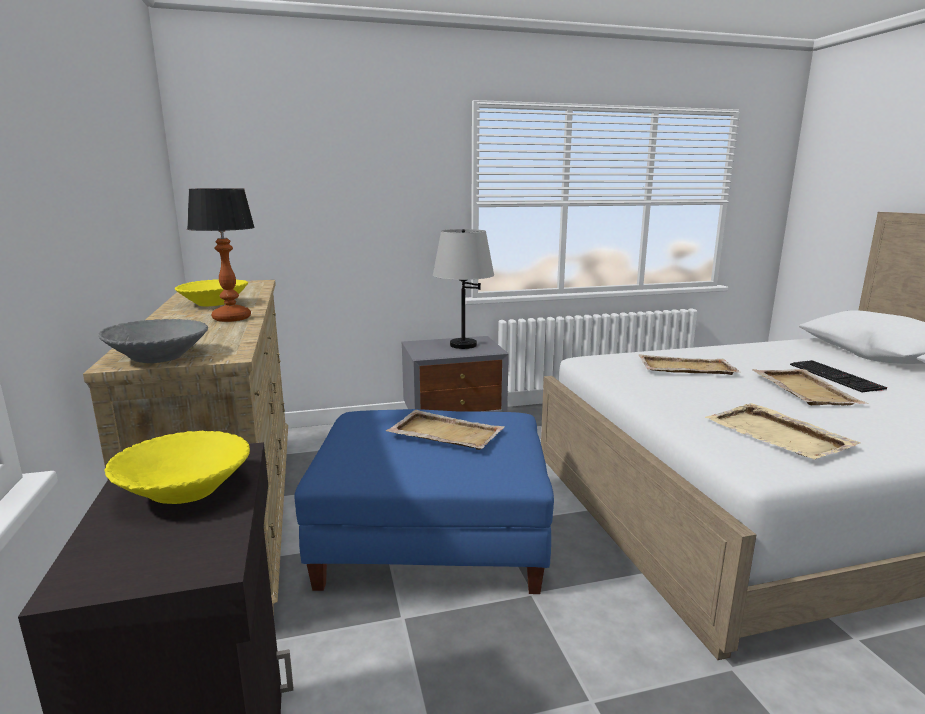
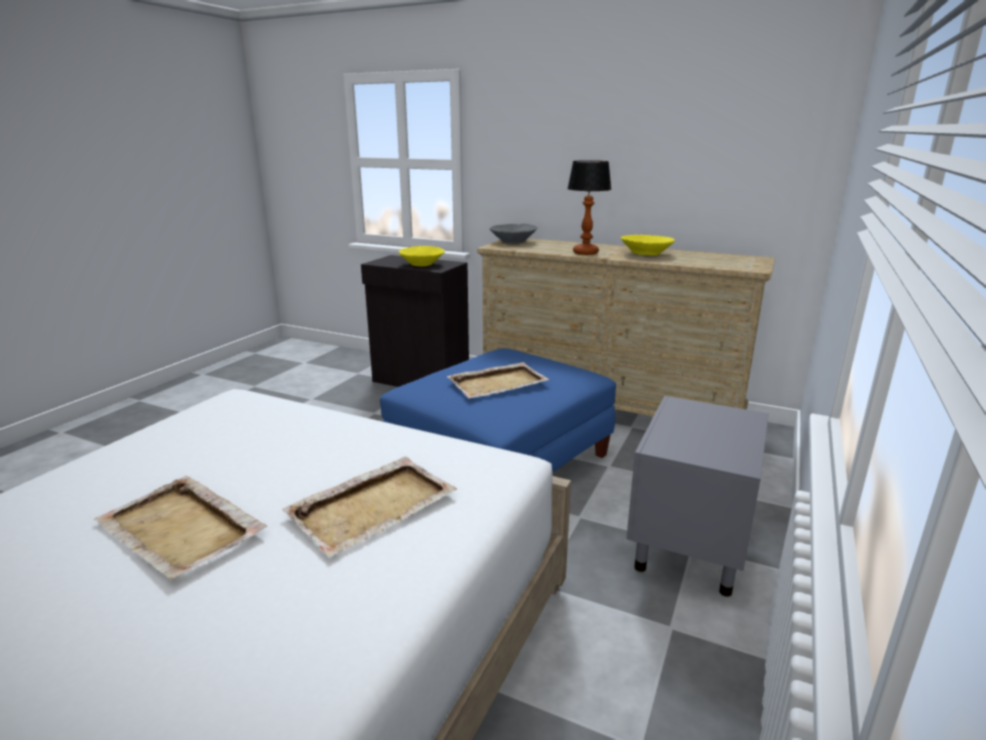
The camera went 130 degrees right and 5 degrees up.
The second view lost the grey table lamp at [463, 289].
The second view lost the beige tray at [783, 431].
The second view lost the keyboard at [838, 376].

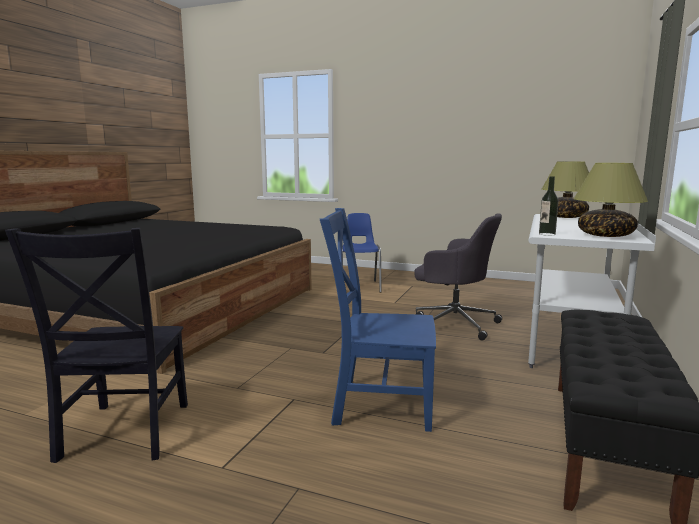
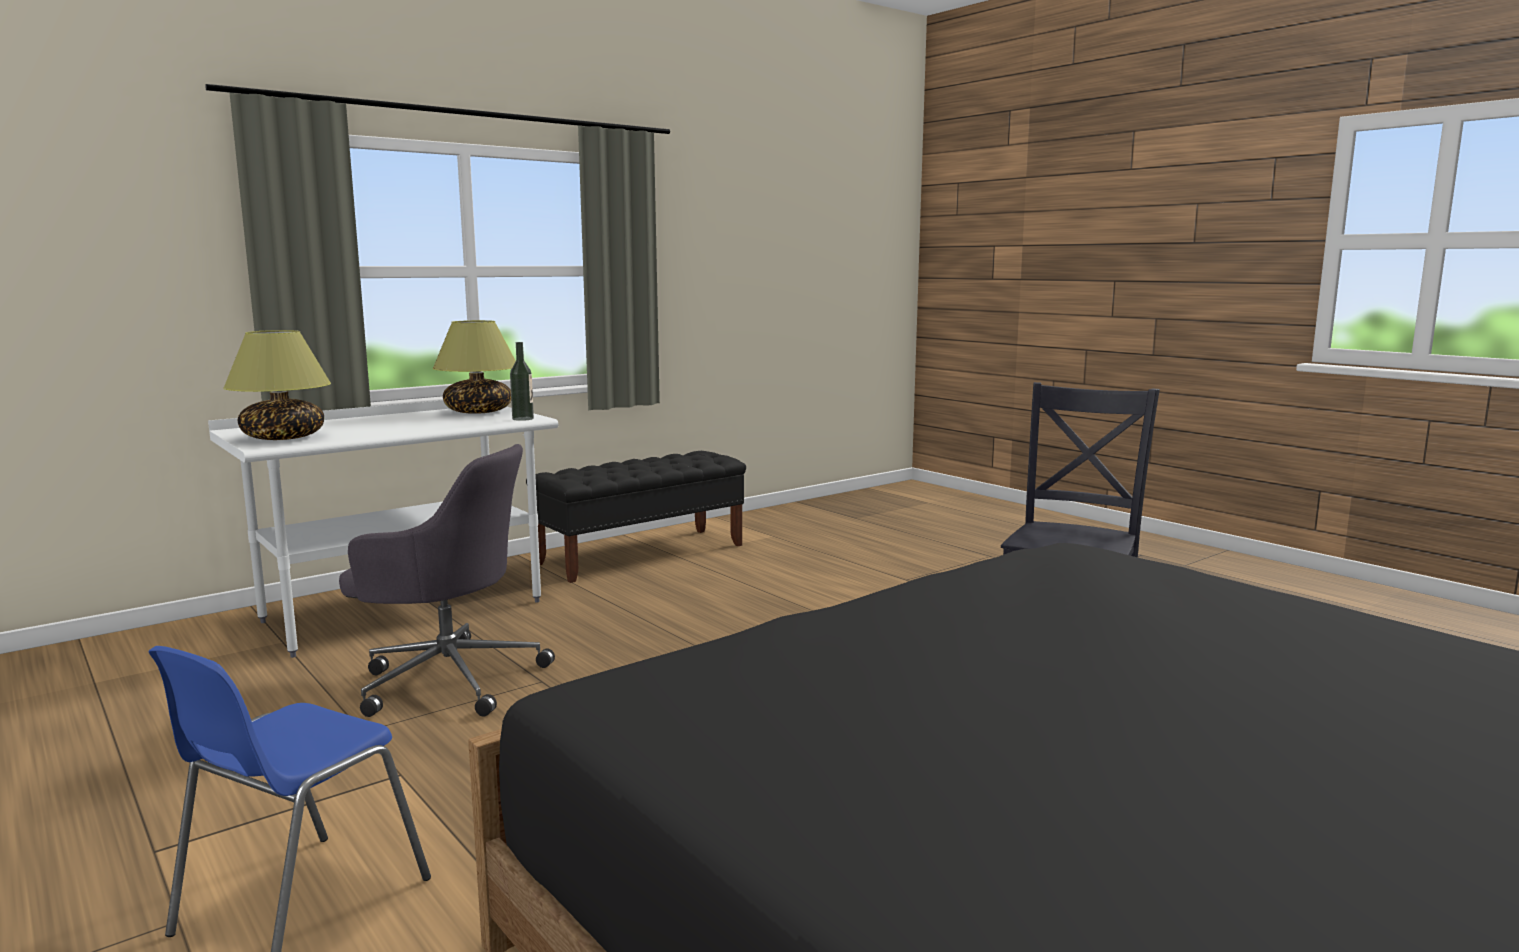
The camera went 150 degrees left and 0 degrees up.
The second view lost the blue chair at [378, 320].
The grey office chair at [458, 277] ended up facing another way, 135 degrees clockwise from before.

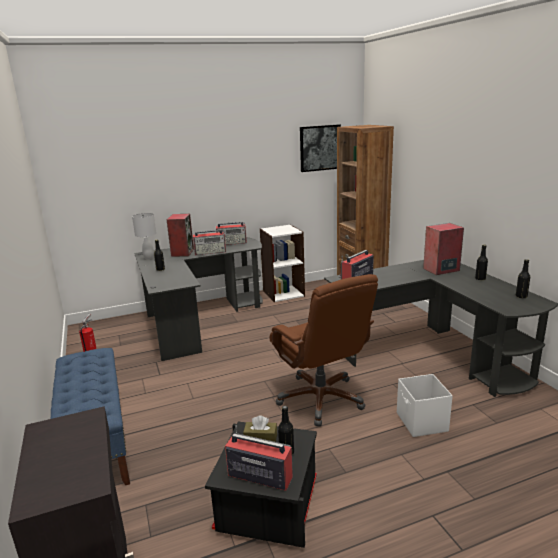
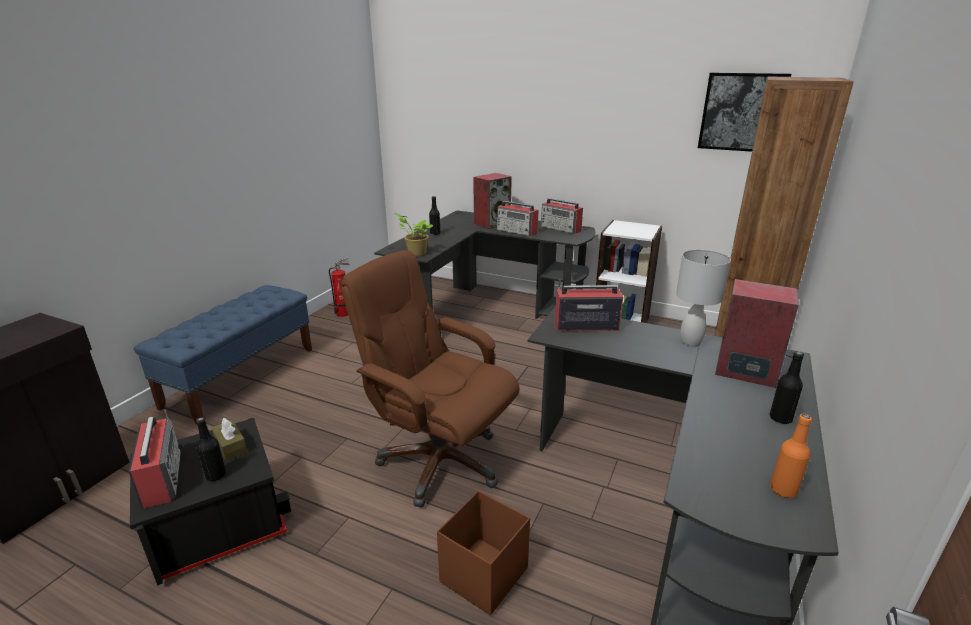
The camera went 45 degrees right and 5 degrees up.
The white table lamp ended up elsewhere, having gone from [144, 236] to [703, 298].
The brown office chair at [324, 350] ended up facing another way, 105 degrees clockwise from before.
What was the white storage box at [425, 405] turned into the brown storage box at [483, 553].
What was the black bottle at [523, 278] turned into the orange bottle at [791, 456].
The second view gained the potted plant at [413, 234].

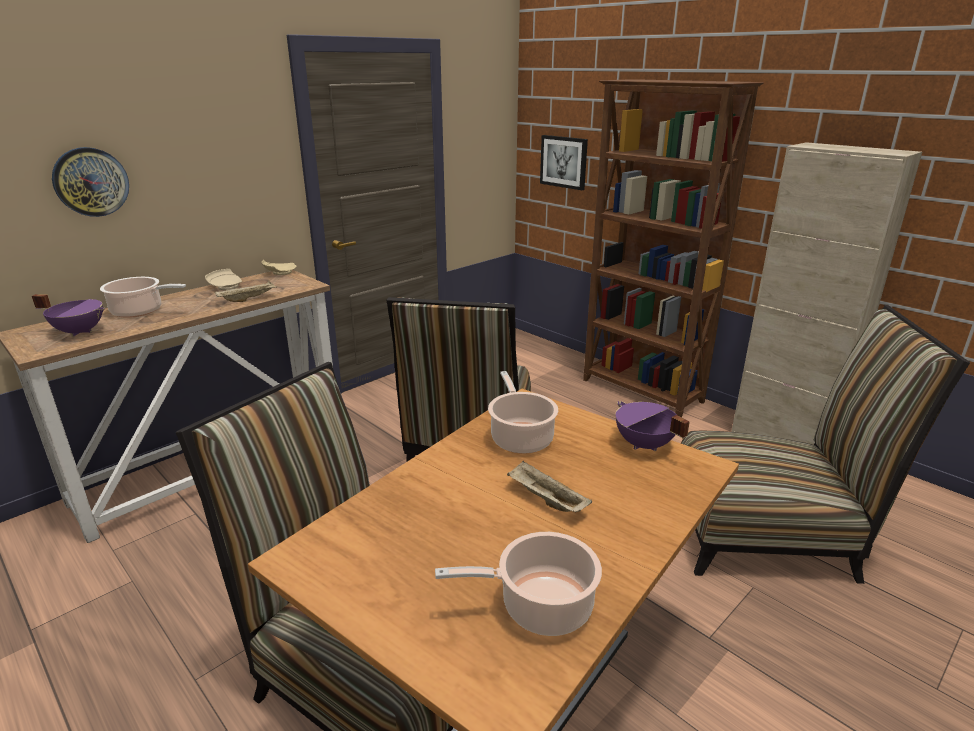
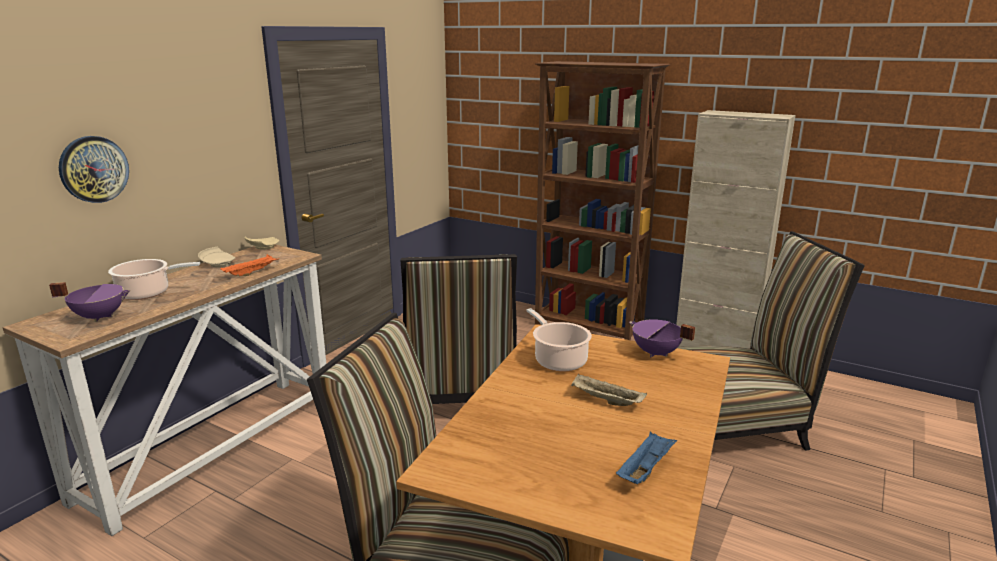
The camera went 15 degrees left and 5 degrees down.
What was the beige tray at [245, 291] turned into the orange tray at [249, 265].
Where the cooking pot stood at [518, 584], the blue tray came to stand at [646, 457].
The second view lost the picture at [564, 162].

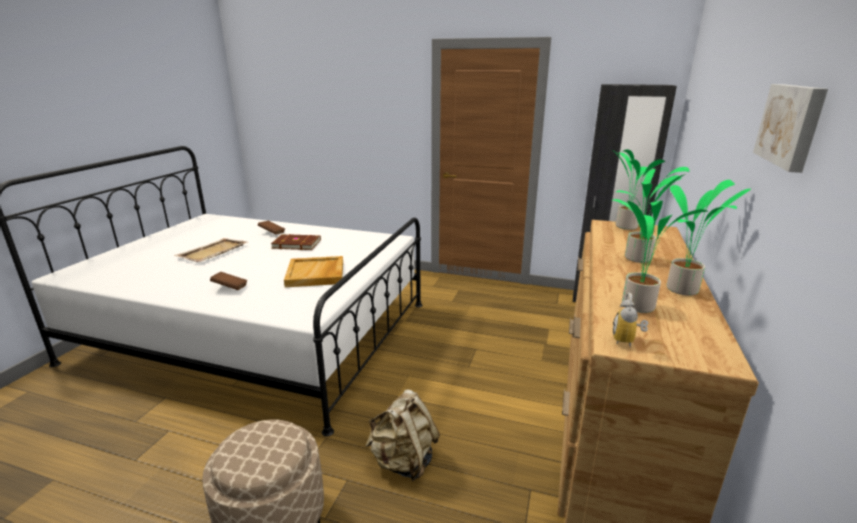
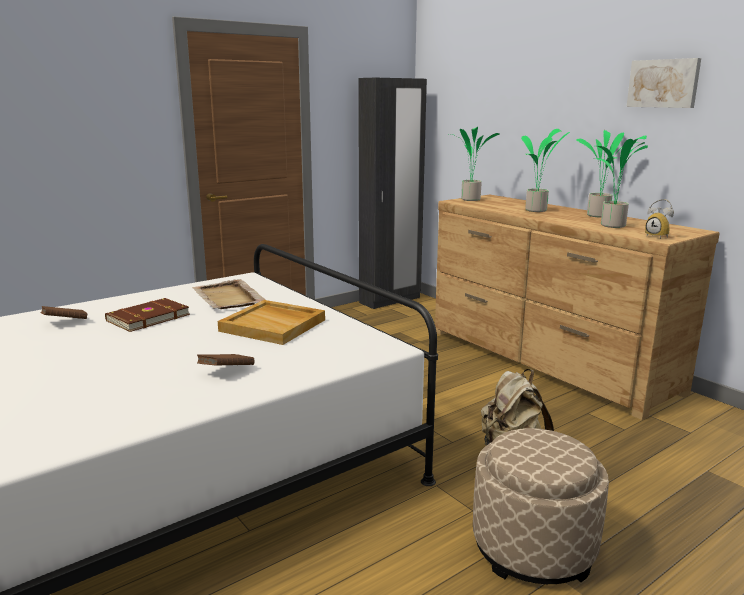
The camera went 55 degrees left and 5 degrees down.
The beige tray ended up elsewhere, having gone from [211, 250] to [229, 294].

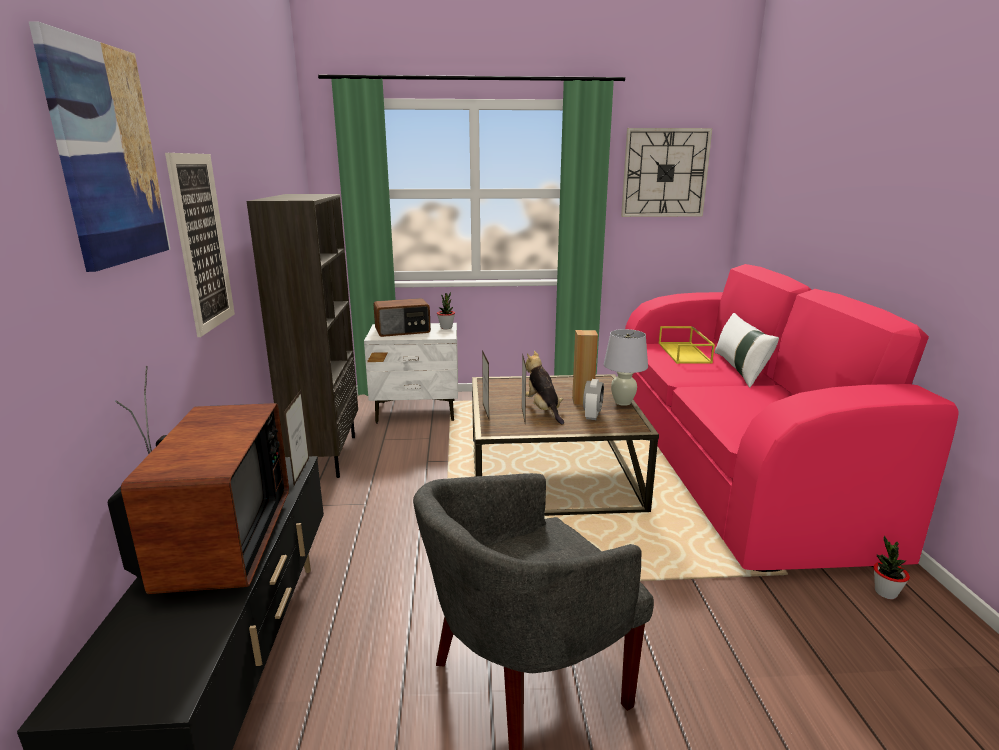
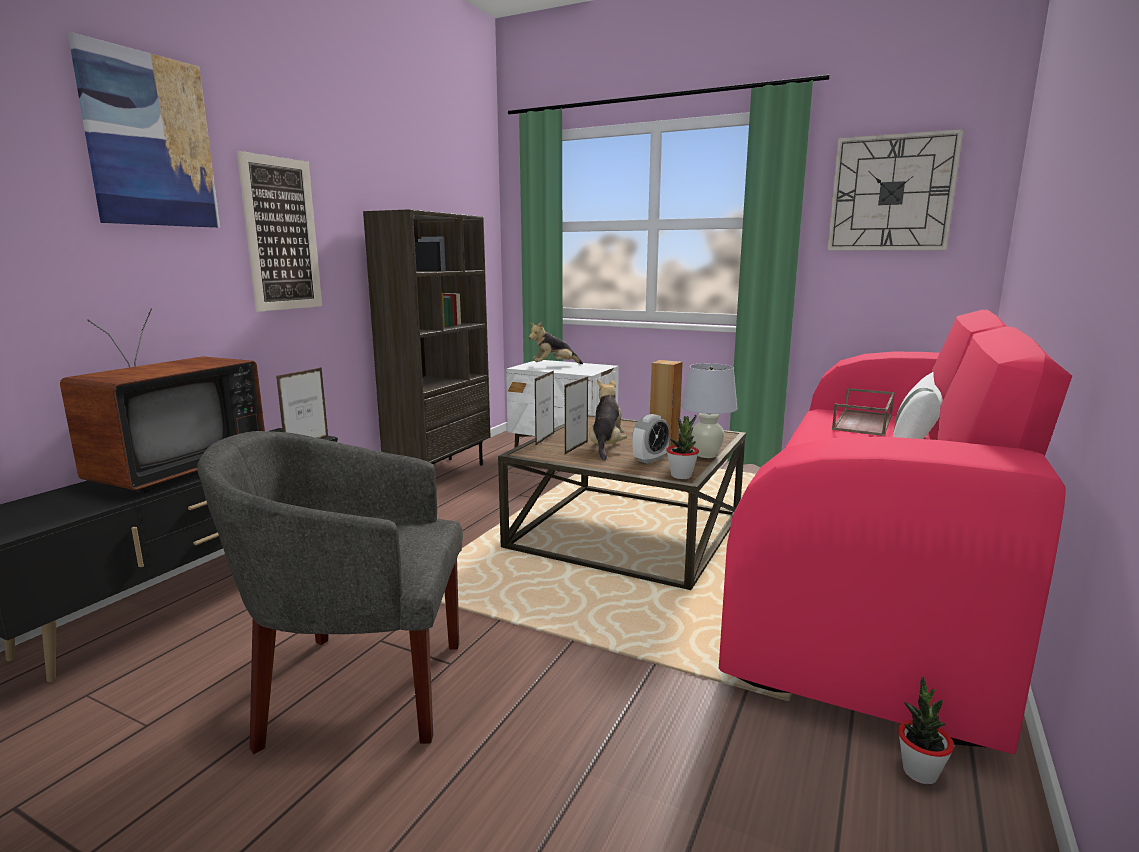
The camera went 30 degrees right and 5 degrees down.
Where the radio stood at [402, 317], the plush toy came to stand at [556, 343].
The potted plant ended up elsewhere, having gone from [446, 310] to [682, 447].
What was the yellow tray at [687, 345] turned into the brown tray at [863, 412].

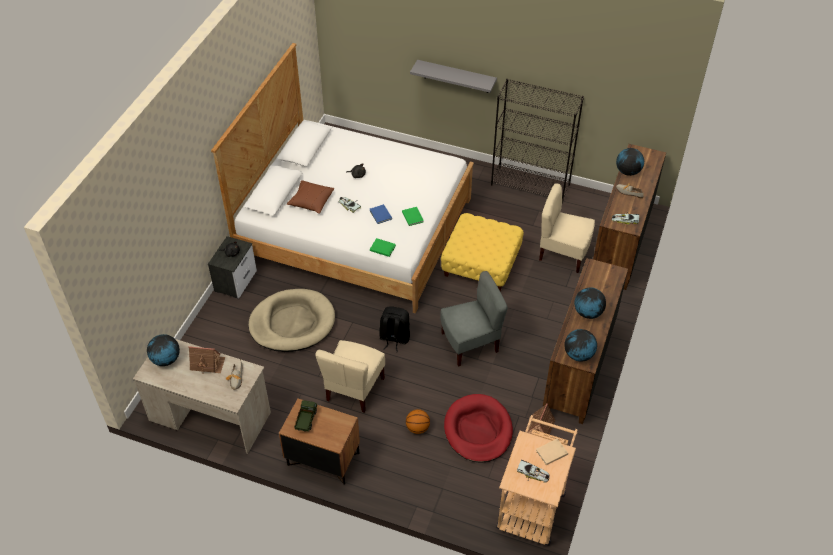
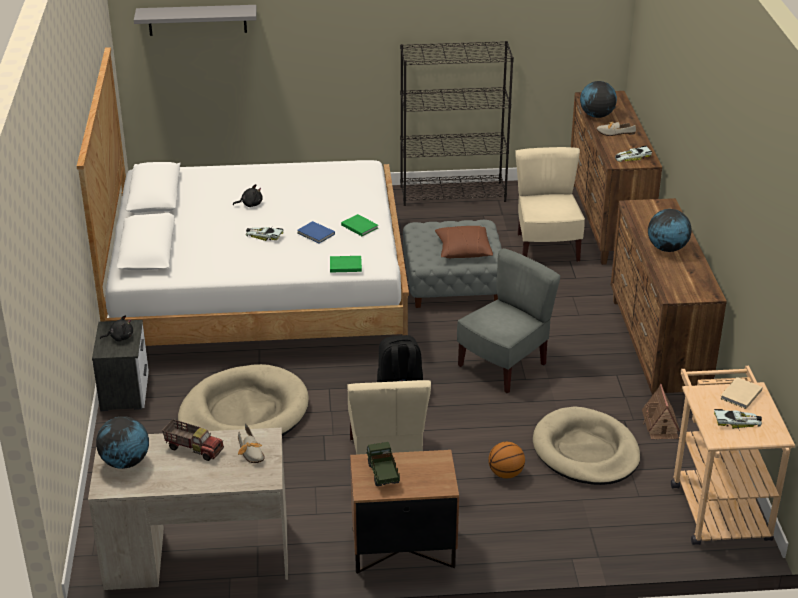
The camera went 25 degrees left and 15 degrees down.
Where the toy house stood at [206, 359], the toy truck came to stand at [193, 440].
The brown pillow ended up elsewhere, having gone from [310, 197] to [464, 242].
The grey shelf ended up elsewhere, having gone from [453, 76] to [195, 20].
What was the yellow ottoman at [482, 252] turned into the grey ottoman at [452, 264].
What was the red dog bed at [478, 428] turned into the beige dog bed at [586, 445].
The beige chair at [567, 228] ended up facing another way, 90 degrees clockwise from before.
The second view lost the globe at [580, 345].

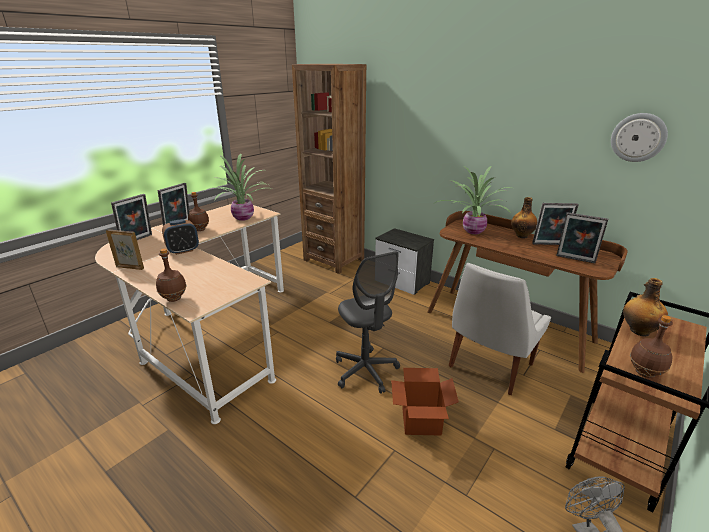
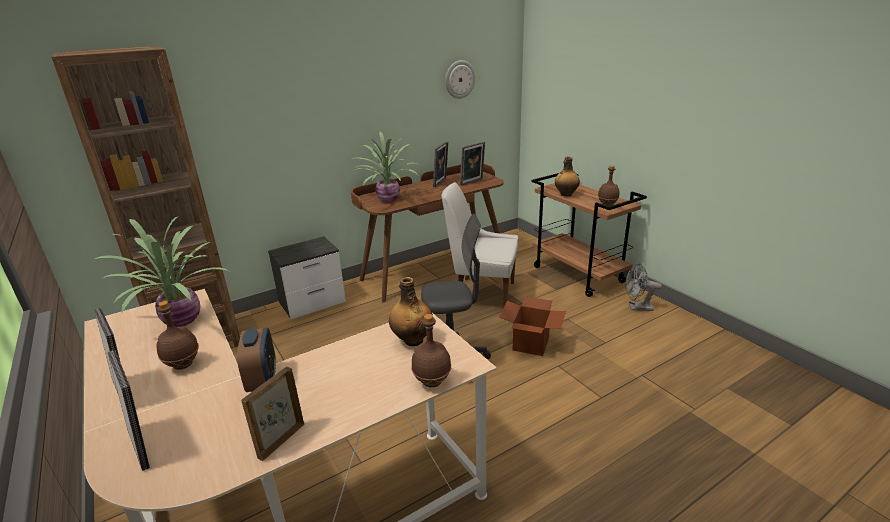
The camera went 70 degrees left and 0 degrees up.
The white chair at [500, 329] ended up facing another way, 135 degrees clockwise from before.
The bottle ended up elsewhere, having gone from [524, 217] to [411, 311].

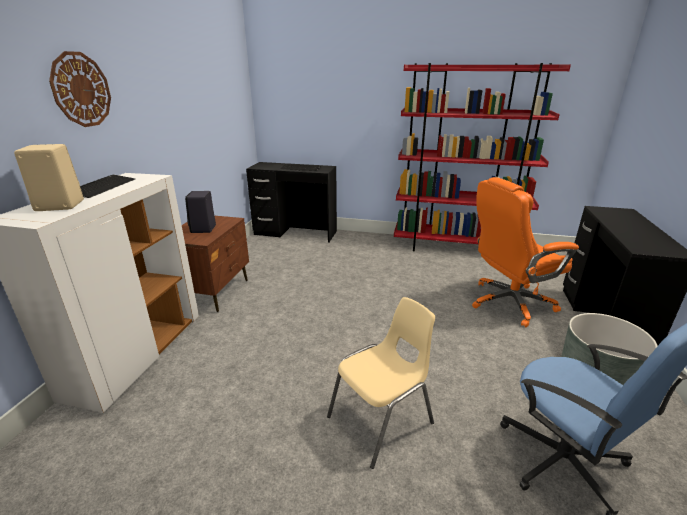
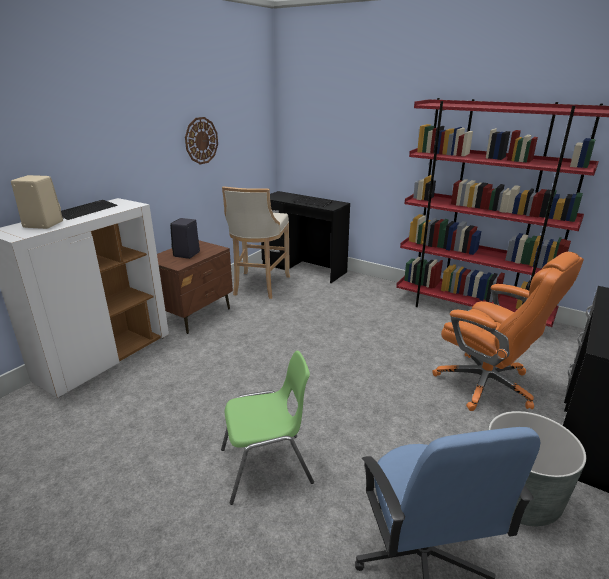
The camera went 20 degrees right and 0 degrees up.
The wall clock ended up elsewhere, having gone from [80, 89] to [201, 140].
What was the beige chair at [381, 383] turned into the green chair at [267, 428].
The orange office chair at [525, 252] ended up facing another way, 135 degrees counterclockwise from before.
The second view gained the beige stool at [256, 242].

